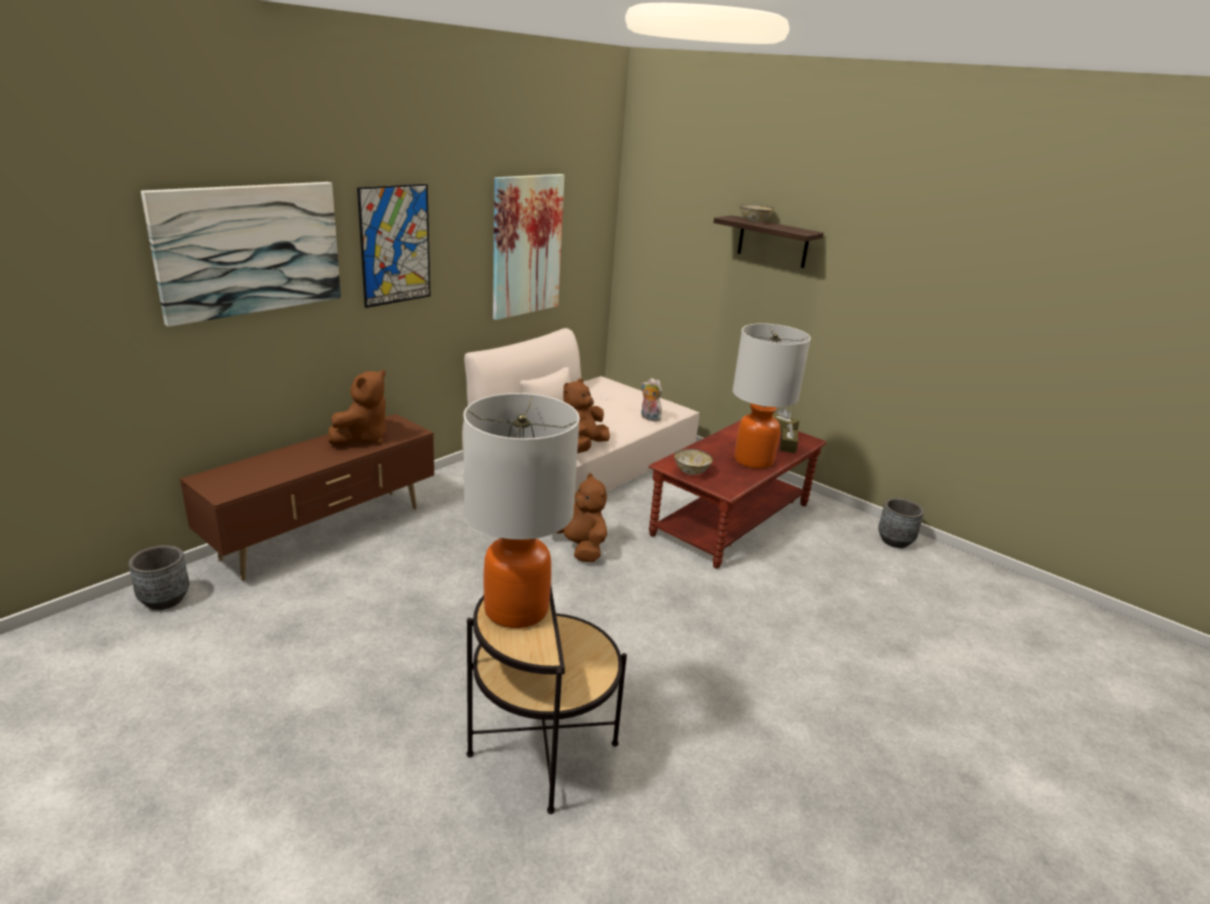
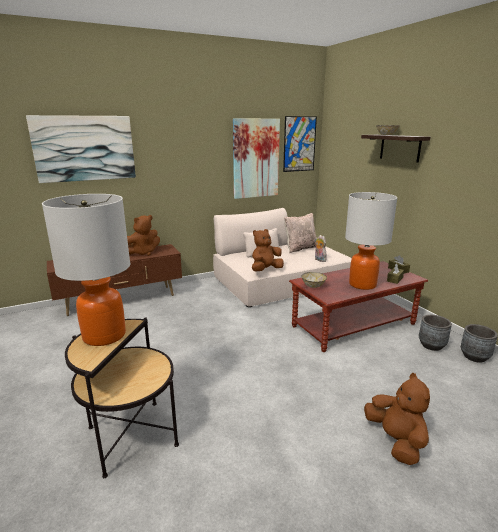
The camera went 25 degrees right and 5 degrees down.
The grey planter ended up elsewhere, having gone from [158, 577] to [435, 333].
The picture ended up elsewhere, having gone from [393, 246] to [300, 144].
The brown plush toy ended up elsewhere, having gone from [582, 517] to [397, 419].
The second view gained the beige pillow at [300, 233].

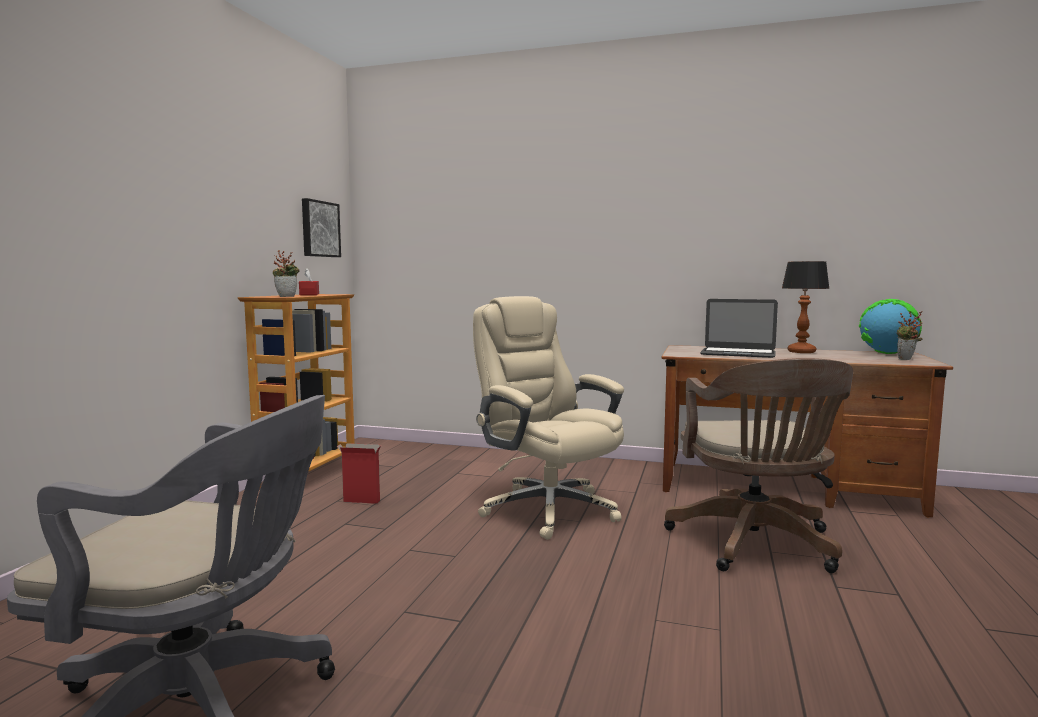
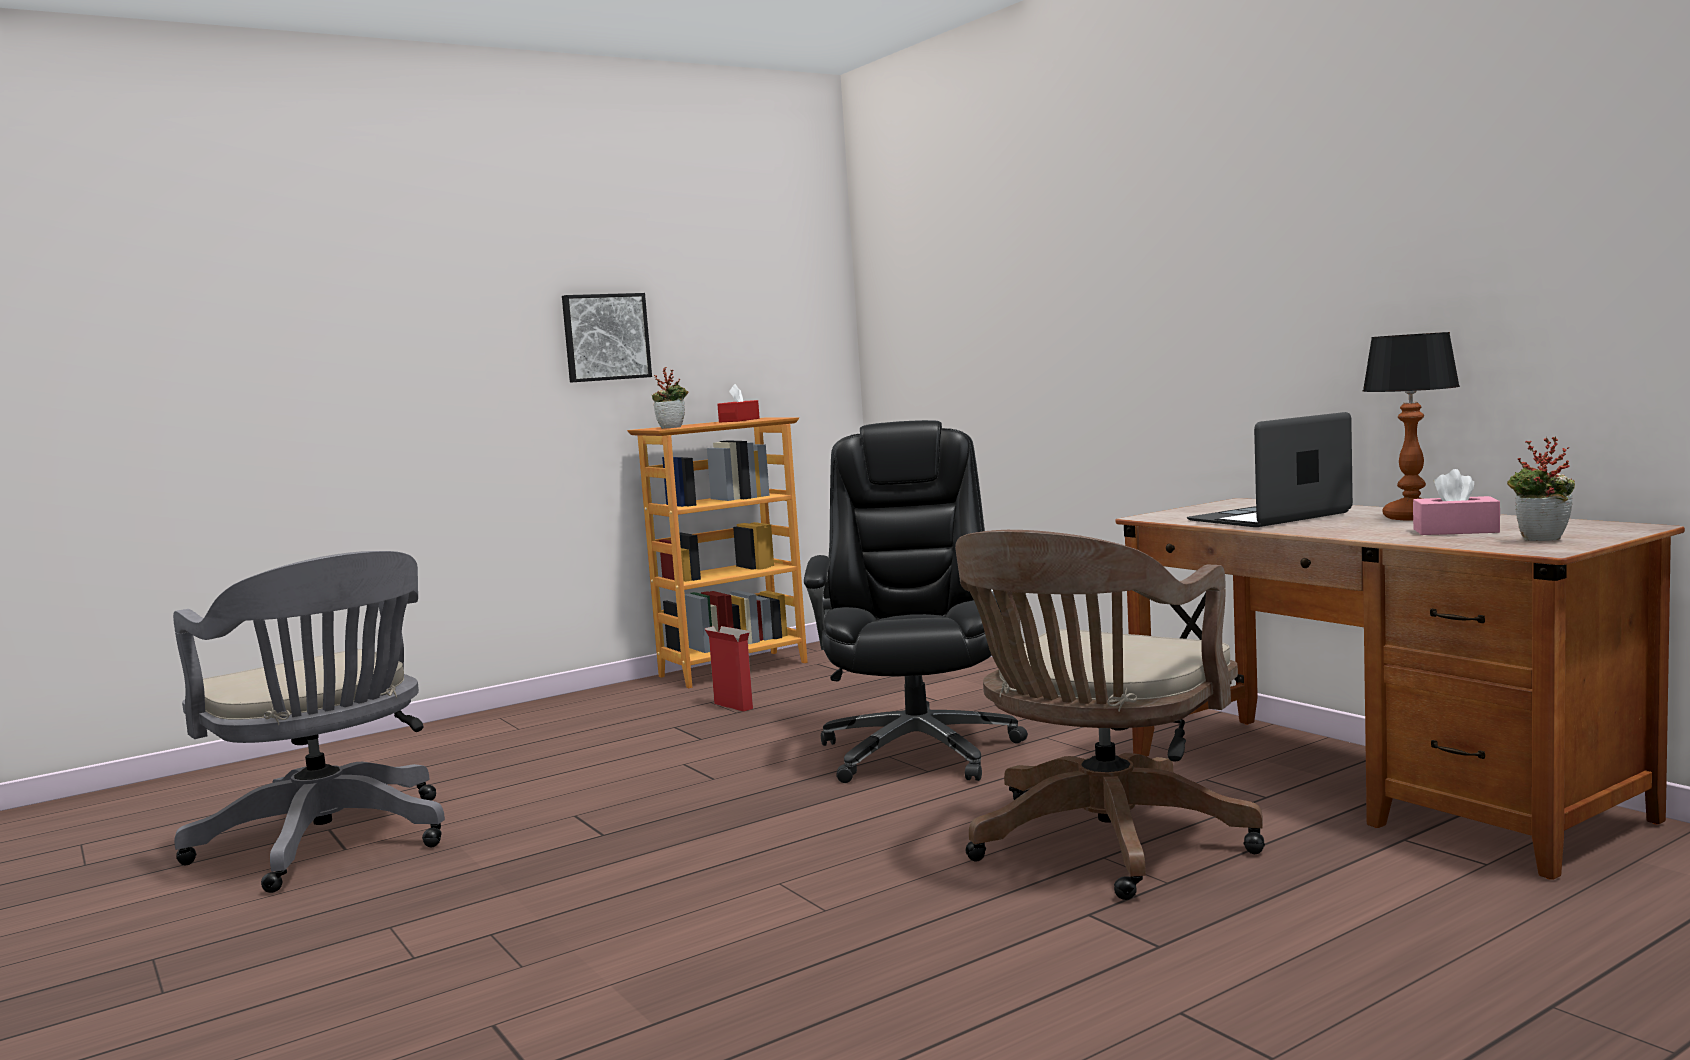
The camera went 40 degrees right and 0 degrees up.
The picture ended up elsewhere, having gone from [321, 227] to [607, 338].
What was the beige office chair at [548, 418] turned into the black office chair at [916, 601].
The laptop at [739, 328] ended up facing another way, 90 degrees clockwise from before.
The second view lost the globe at [890, 326].
The second view gained the pink tissue box at [1456, 502].

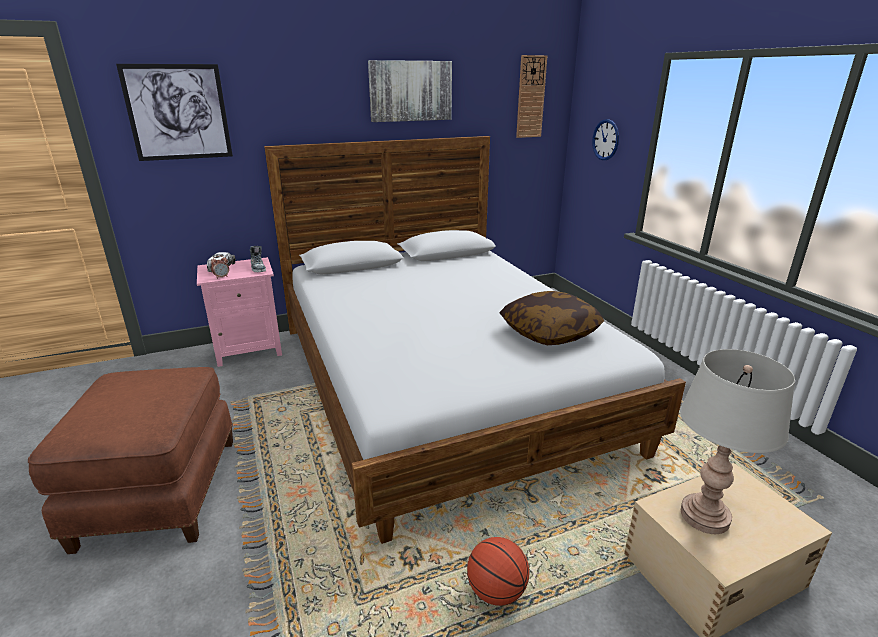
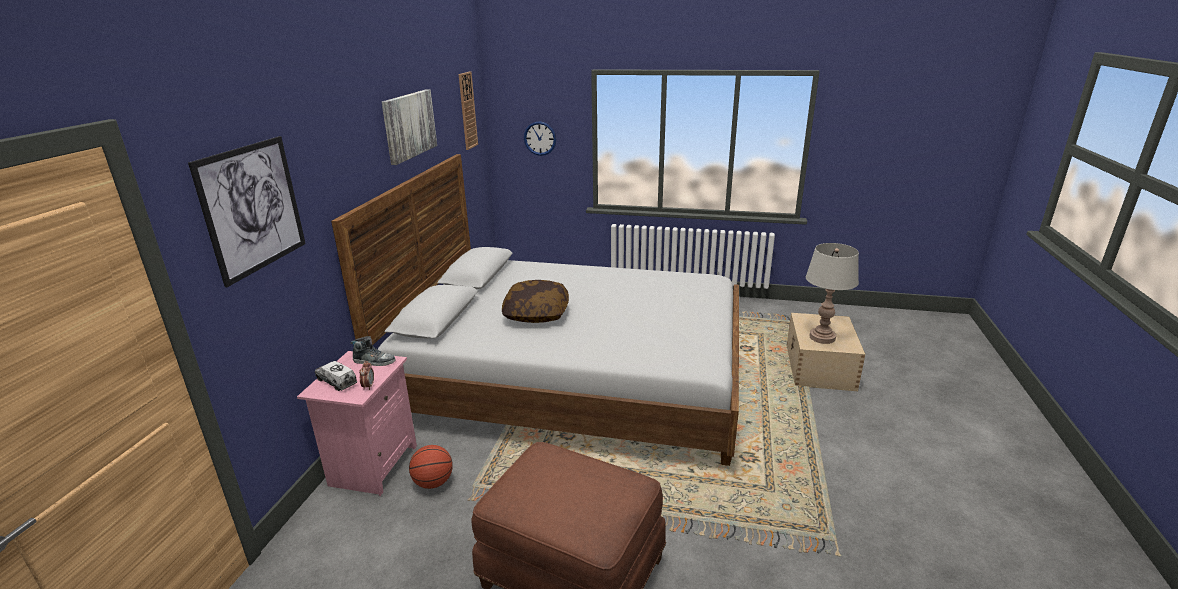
The camera went 55 degrees left and 0 degrees up.
The basketball ended up elsewhere, having gone from [498, 571] to [431, 467].
The pillow ended up elsewhere, having gone from [551, 318] to [535, 301].

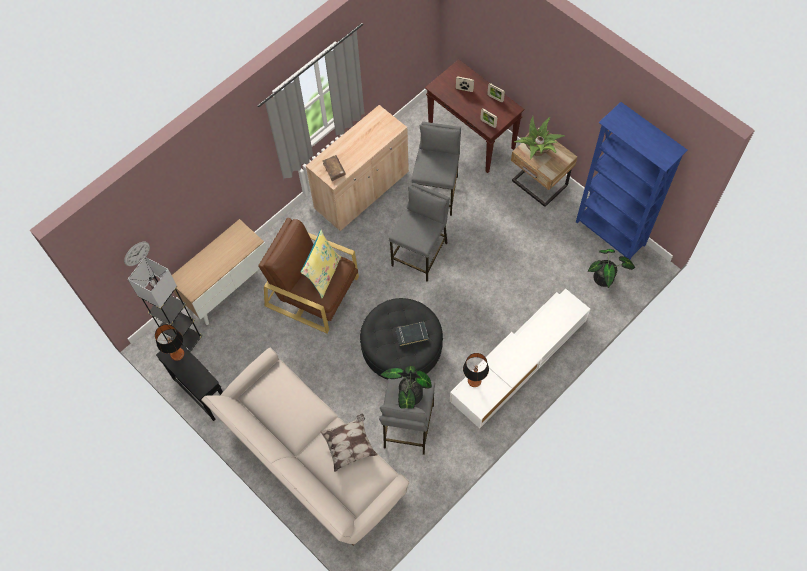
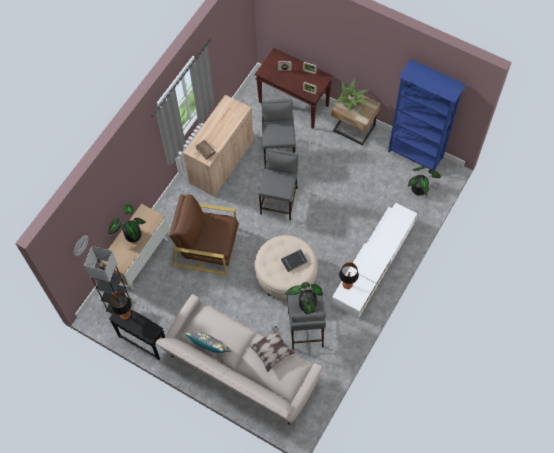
The camera went 15 degrees left and 0 degrees up.
The second view lost the yellow pillow at [321, 264].
What was the black ottoman at [401, 339] turned into the beige ottoman at [286, 267].
The second view gained the potted plant at [127, 223].
The second view gained the grey pillow at [208, 342].

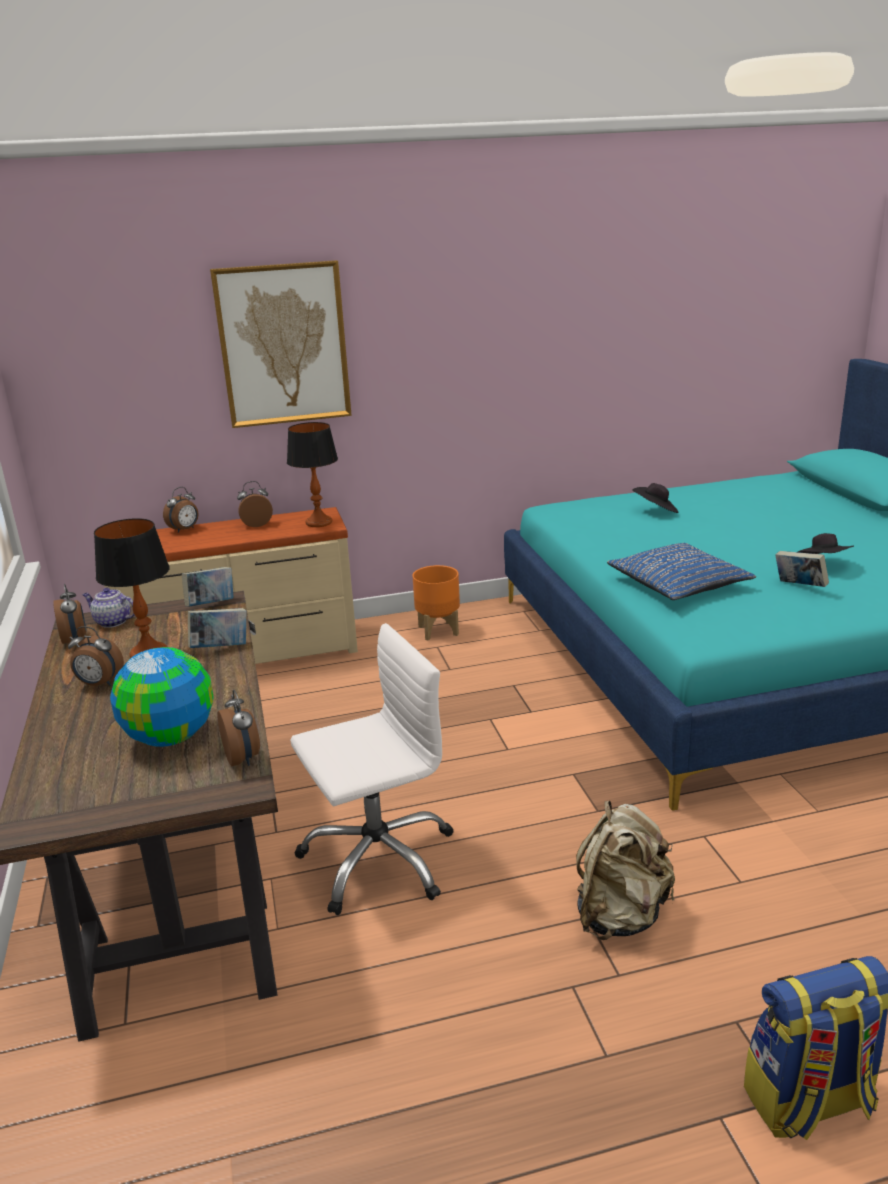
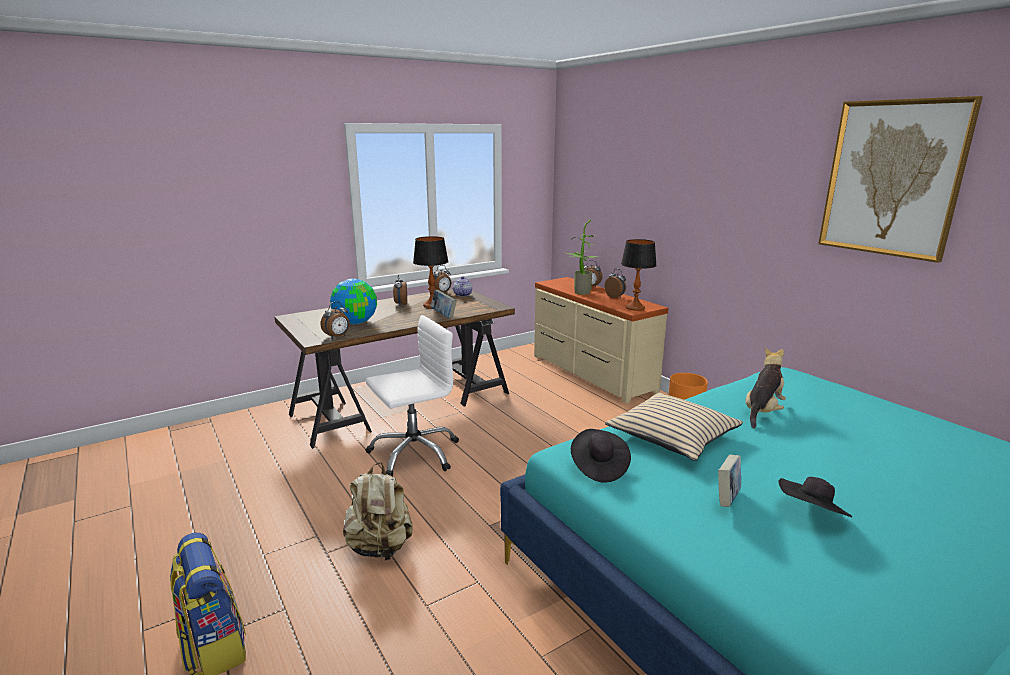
The camera went 70 degrees right and 5 degrees down.
The second view lost the book at [207, 587].
The picture ended up elsewhere, having gone from [281, 344] to [900, 179].
The white office chair at [372, 769] ended up facing another way, 75 degrees counterclockwise from before.
What was the blue pillow at [681, 571] turned into the beige pillow at [674, 427].
The black hat ended up elsewhere, having gone from [655, 498] to [601, 456].
The second view gained the potted plant at [584, 257].
The second view gained the plush toy at [765, 387].

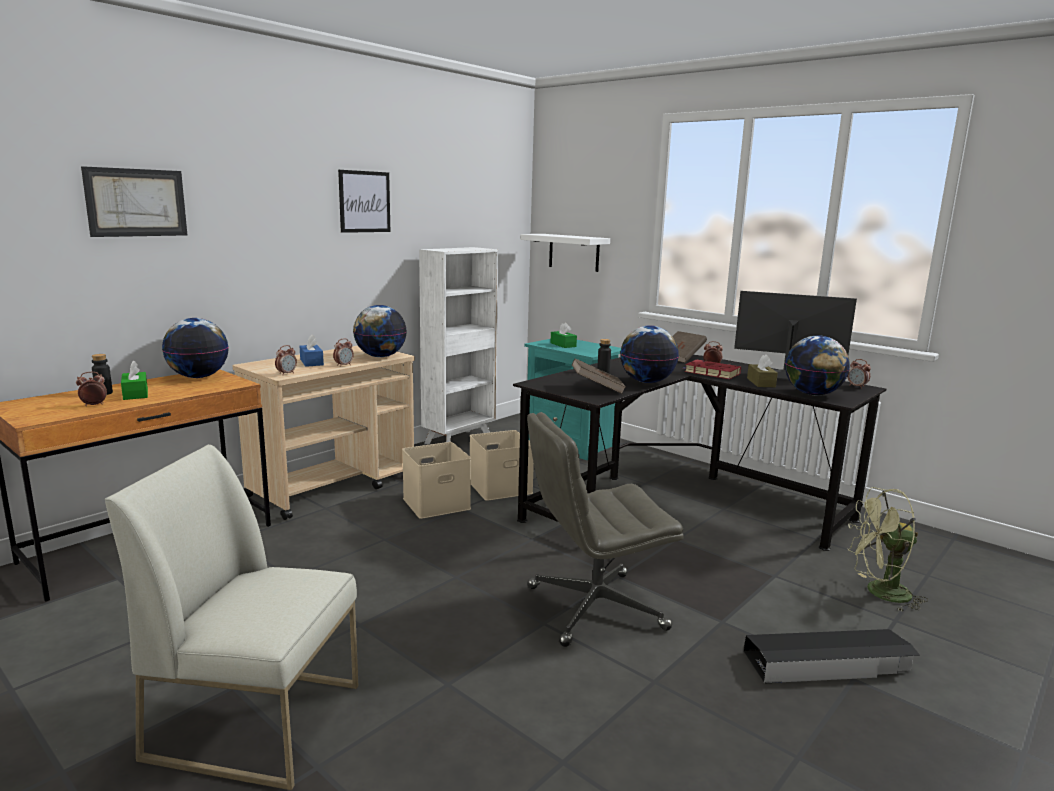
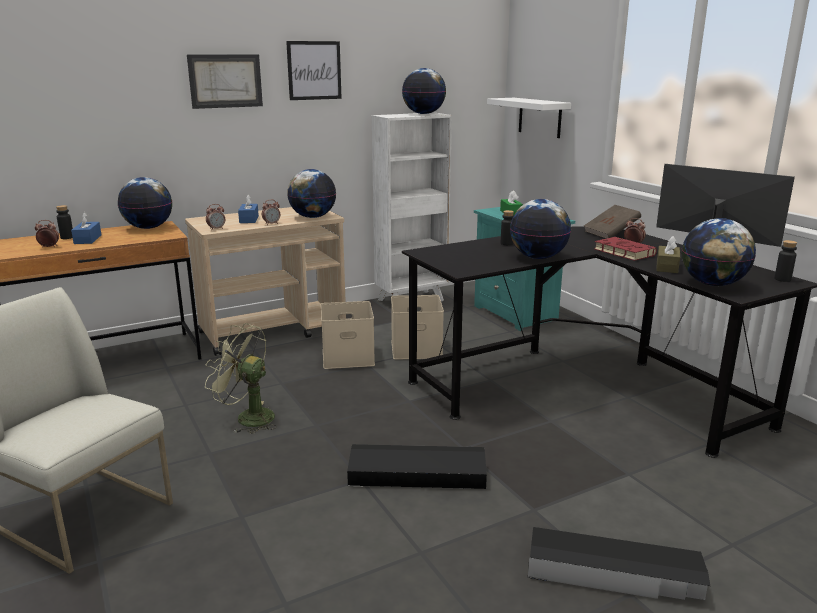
The camera went 20 degrees right and 5 degrees up.
The picture ended up elsewhere, having gone from [134, 201] to [225, 81].
What was the green tissue box at [134, 380] turned into the blue tissue box at [86, 228].
Where the grey office chair stood at [605, 529], the black storage box came to stand at [417, 466].
The second view lost the brown book at [599, 376].
Where the alarm clock stood at [859, 374], the black bottle came to stand at [785, 261].
The green fan ended up elsewhere, having gone from [888, 549] to [241, 378].
The second view gained the globe at [424, 91].

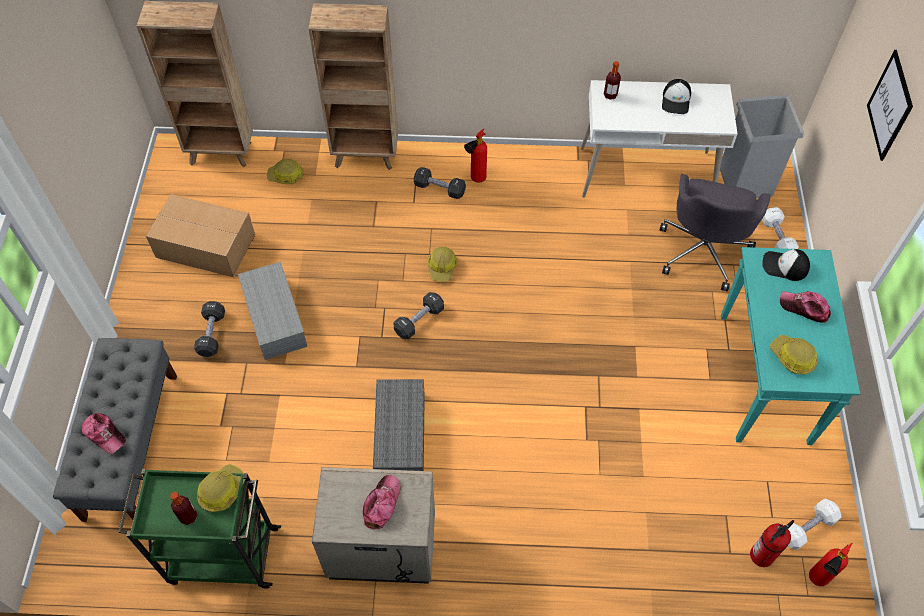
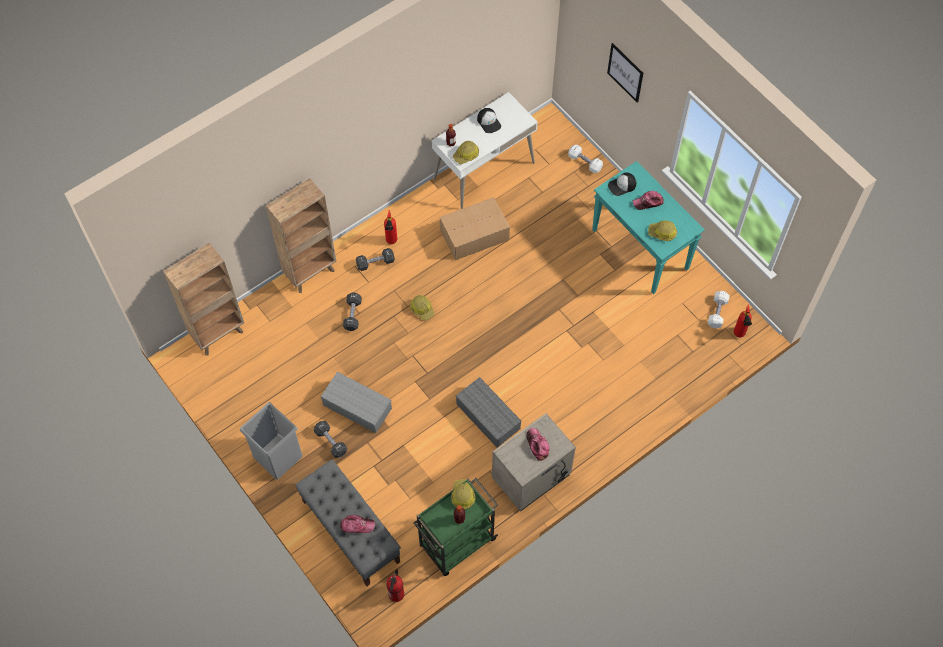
The camera went 40 degrees left and 5 degrees up.
The cardboard box ended up elsewhere, having gone from [200, 235] to [475, 228].
The hard hat ended up elsewhere, having gone from [285, 171] to [466, 152].
The black dumbbell ended up elsewhere, having gone from [419, 315] to [352, 311].
The second view lost the grey office chair at [715, 233].
The grey trash can ended up elsewhere, having gone from [762, 146] to [271, 441].
The fire extinguisher ended up elsewhere, having gone from [772, 543] to [395, 585].

